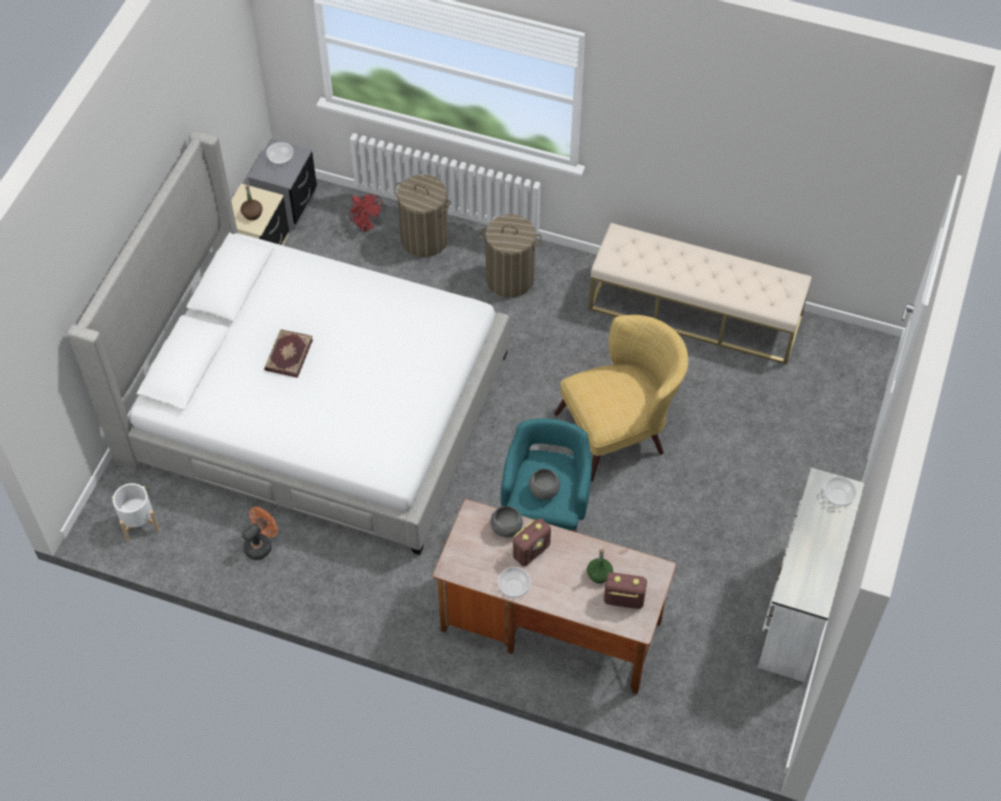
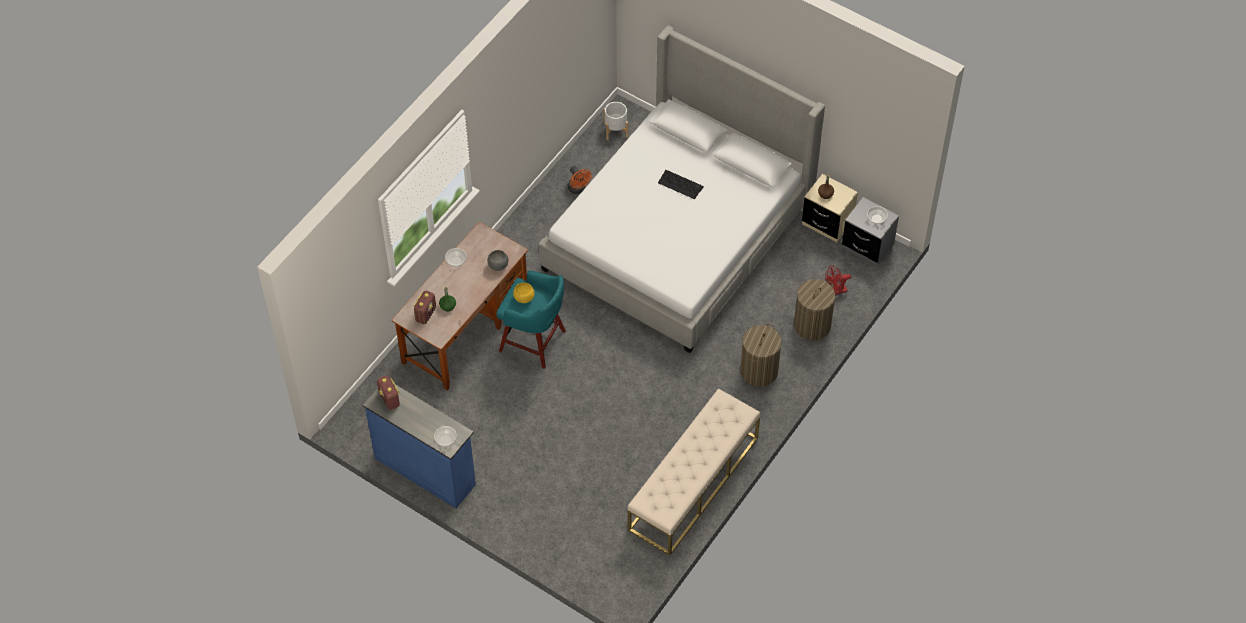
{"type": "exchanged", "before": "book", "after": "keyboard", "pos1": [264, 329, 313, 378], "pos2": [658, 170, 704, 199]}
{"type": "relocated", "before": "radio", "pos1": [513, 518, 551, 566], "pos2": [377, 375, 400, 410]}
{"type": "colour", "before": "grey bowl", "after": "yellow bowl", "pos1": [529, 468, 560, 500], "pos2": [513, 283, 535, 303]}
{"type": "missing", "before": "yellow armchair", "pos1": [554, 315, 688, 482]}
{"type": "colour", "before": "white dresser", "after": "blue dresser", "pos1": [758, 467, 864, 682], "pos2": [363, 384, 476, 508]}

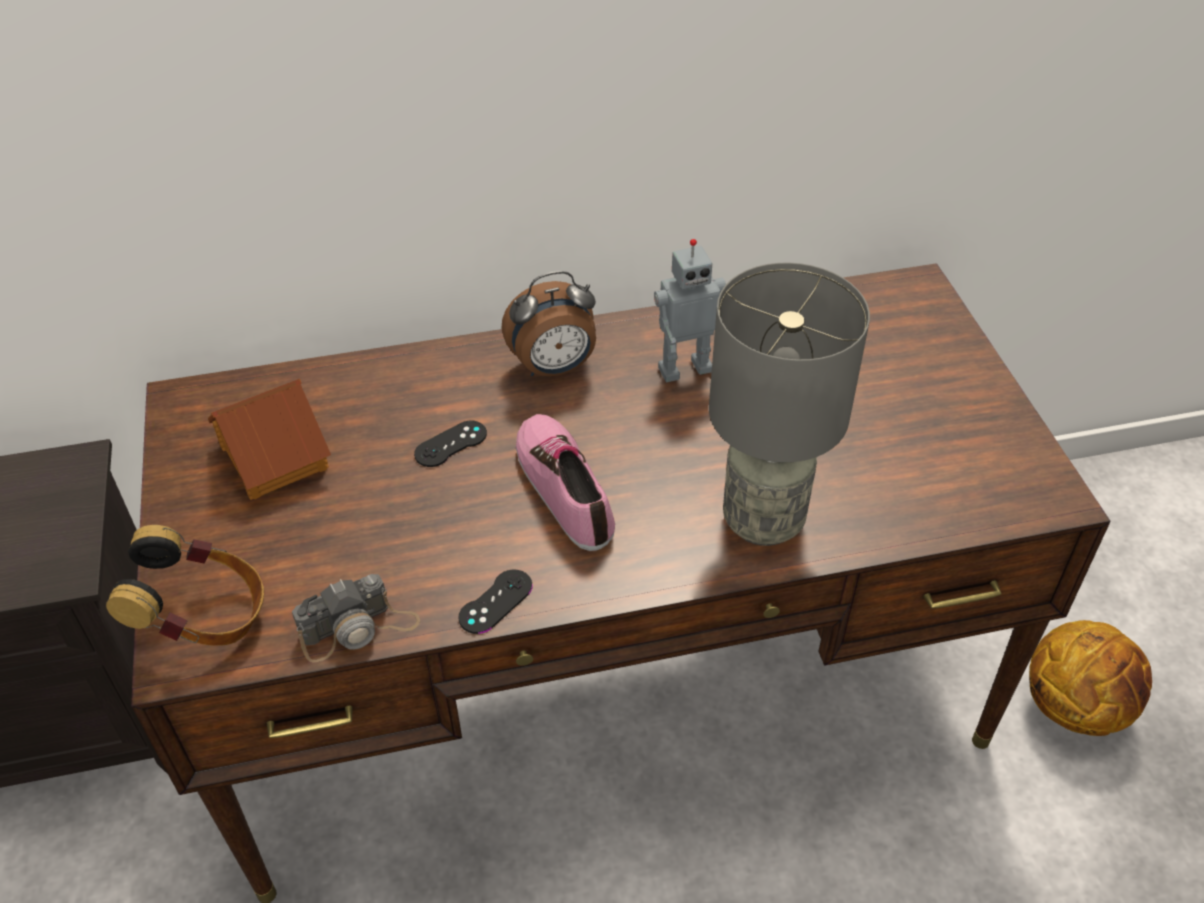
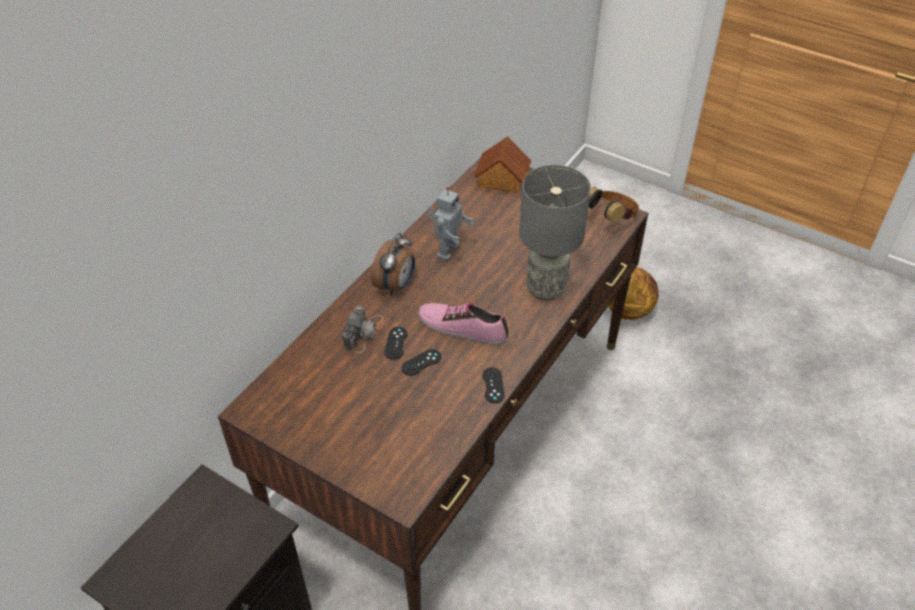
{"type": "relocated", "before": "headphones", "pos1": [106, 525, 264, 646], "pos2": [589, 187, 639, 223]}
{"type": "relocated", "before": "toy house", "pos1": [208, 379, 331, 500], "pos2": [474, 136, 531, 193]}
{"type": "relocated", "before": "photo camera", "pos1": [292, 574, 420, 662], "pos2": [343, 306, 384, 353]}
{"type": "appeared", "after": "black game controller", "pos2": [402, 349, 441, 376]}

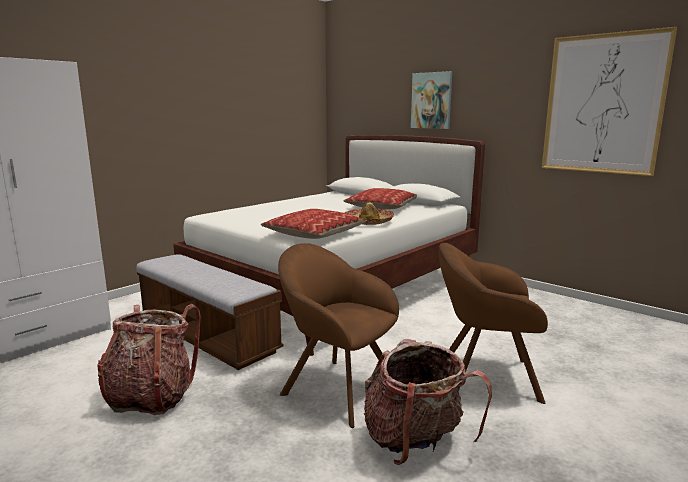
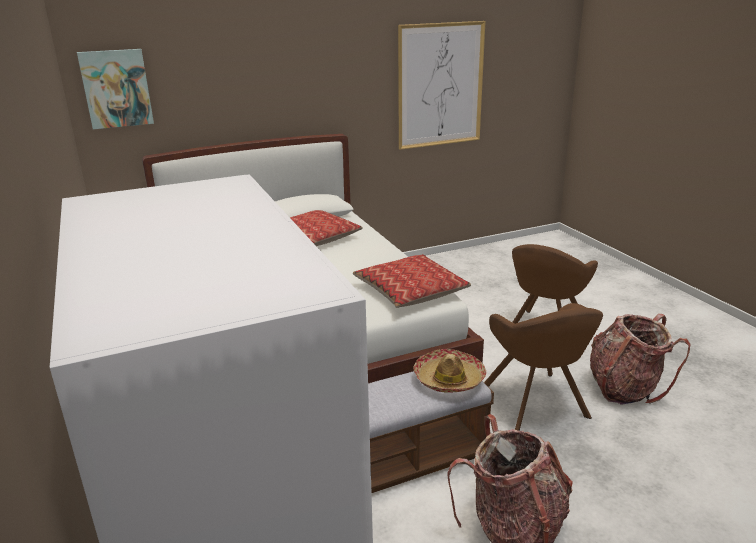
{"type": "spun", "before": "brown armchair", "pos1": [278, 243, 399, 428], "pos2": [484, 303, 603, 431], "turn": -75}
{"type": "relocated", "before": "hat", "pos1": [345, 202, 394, 225], "pos2": [414, 349, 486, 393]}
{"type": "relocated", "before": "picture", "pos1": [411, 71, 452, 129], "pos2": [77, 49, 154, 129]}

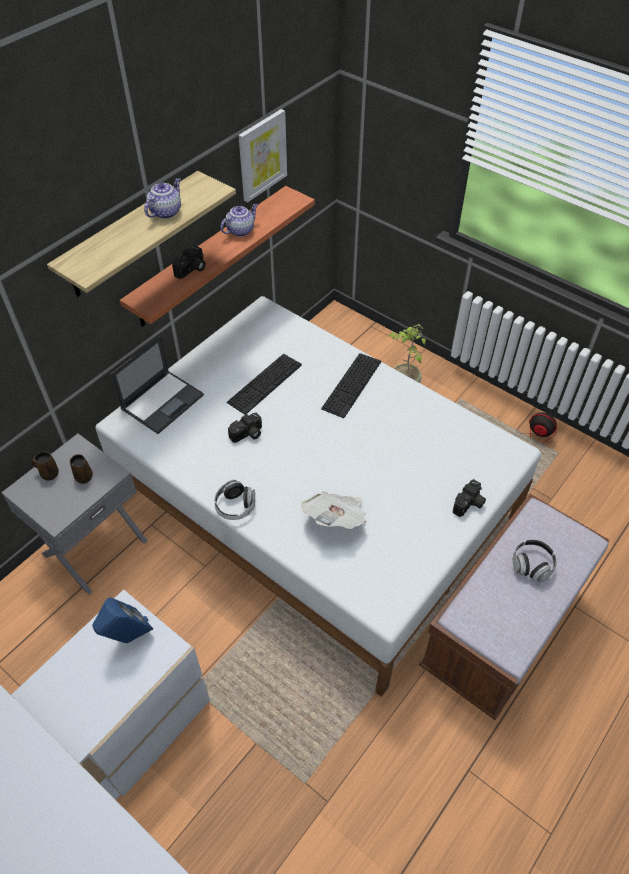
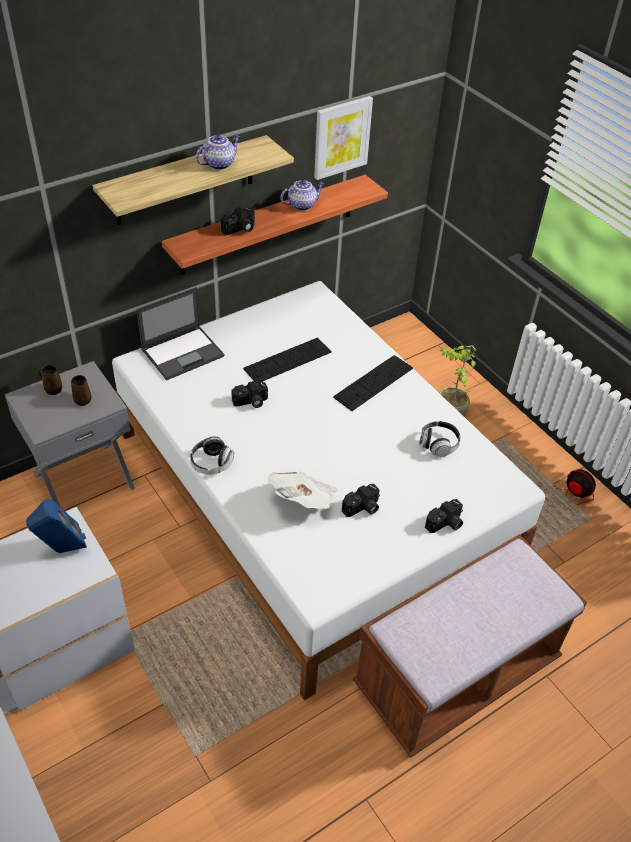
{"type": "relocated", "before": "headphones", "pos1": [513, 539, 557, 583], "pos2": [419, 421, 461, 458]}
{"type": "appeared", "after": "photo camera", "pos2": [342, 484, 380, 517]}

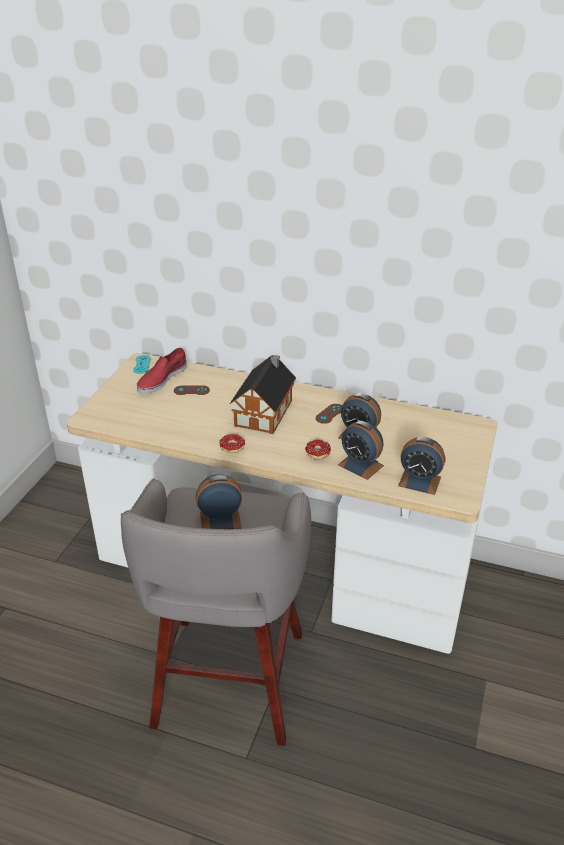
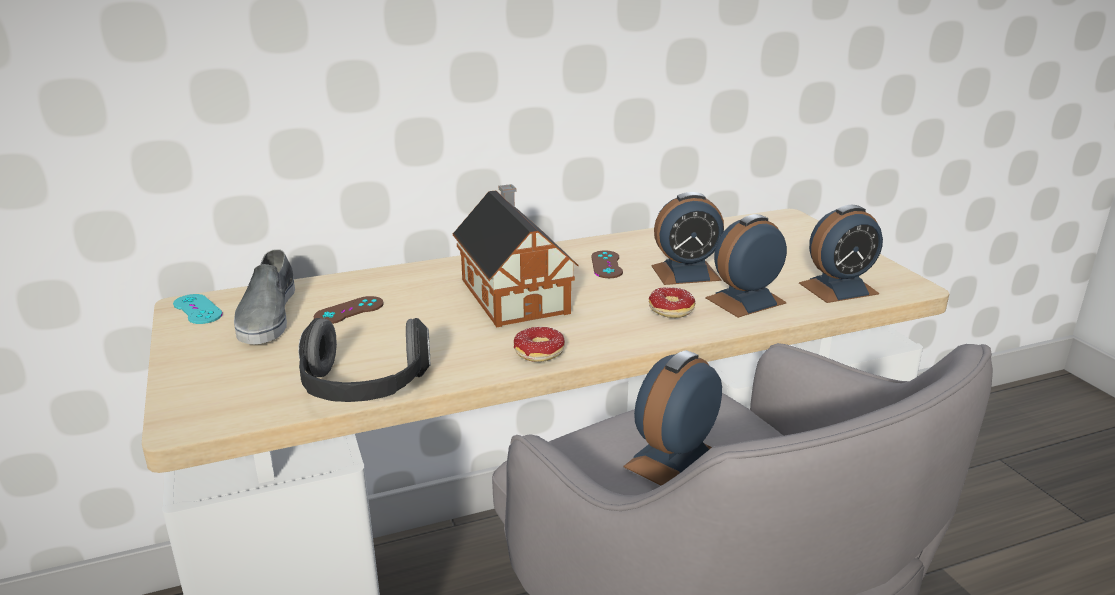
{"type": "colour", "before": "red shoe", "after": "grey shoe", "pos1": [137, 348, 187, 394], "pos2": [234, 249, 295, 344]}
{"type": "spun", "before": "alarm clock", "pos1": [338, 421, 384, 480], "pos2": [705, 214, 787, 318], "turn": 150}
{"type": "appeared", "after": "headphones", "pos2": [298, 318, 430, 402]}

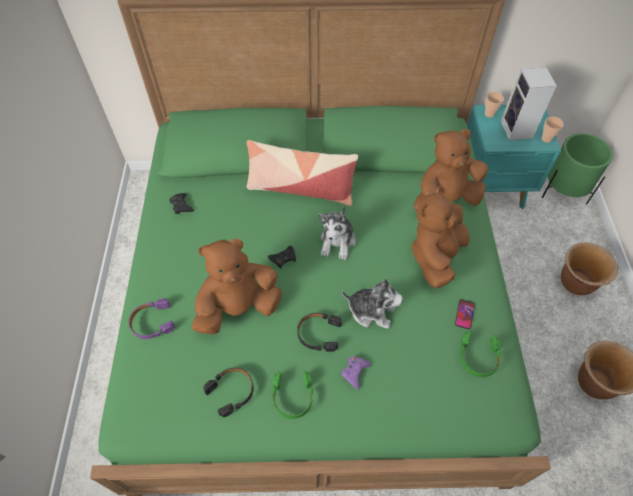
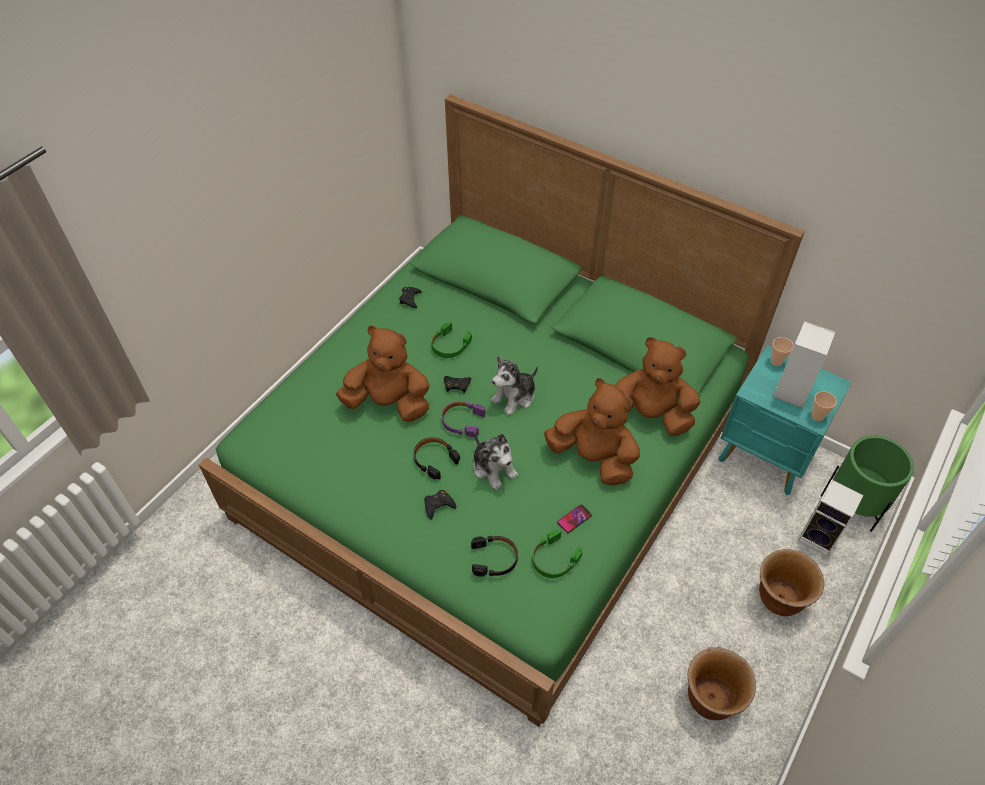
{"type": "relocated", "before": "purple headphones", "pos1": [129, 299, 175, 339], "pos2": [442, 401, 486, 437]}
{"type": "relocated", "before": "black headphones", "pos1": [203, 368, 254, 417], "pos2": [471, 536, 518, 577]}
{"type": "missing", "before": "pillow", "pos1": [247, 140, 358, 206]}
{"type": "relocated", "before": "green headphones", "pos1": [272, 371, 313, 419], "pos2": [431, 322, 472, 358]}
{"type": "colour", "before": "purple game controller", "after": "black game controller", "pos1": [341, 356, 371, 389], "pos2": [424, 490, 456, 520]}
{"type": "spun", "before": "brown plush toy", "pos1": [411, 186, 470, 288], "pos2": [544, 378, 640, 485], "turn": 60}
{"type": "appeared", "after": "speaker", "pos2": [798, 480, 864, 556]}

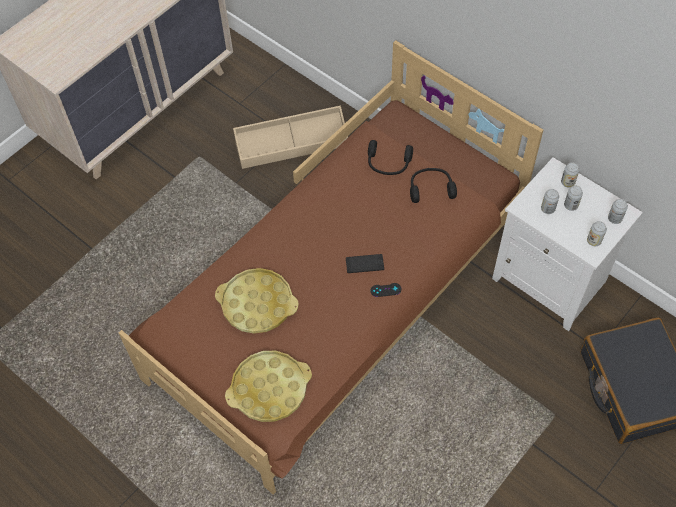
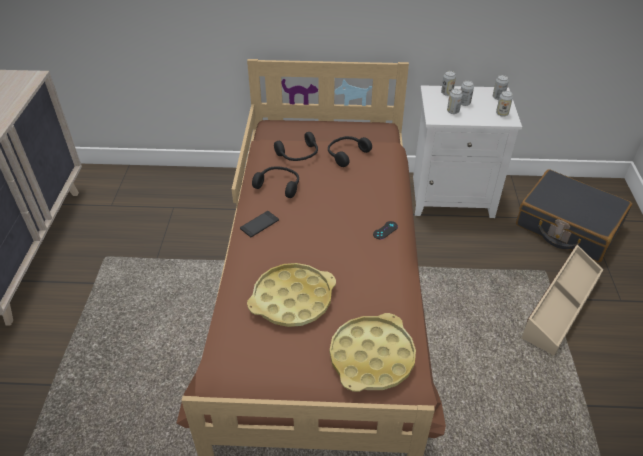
{"type": "relocated", "before": "beige storage box", "pos1": [233, 105, 348, 169], "pos2": [521, 245, 603, 355]}
{"type": "relocated", "before": "phone", "pos1": [346, 254, 384, 273], "pos2": [240, 211, 279, 237]}
{"type": "appeared", "after": "black headphones", "pos2": [252, 166, 299, 198]}

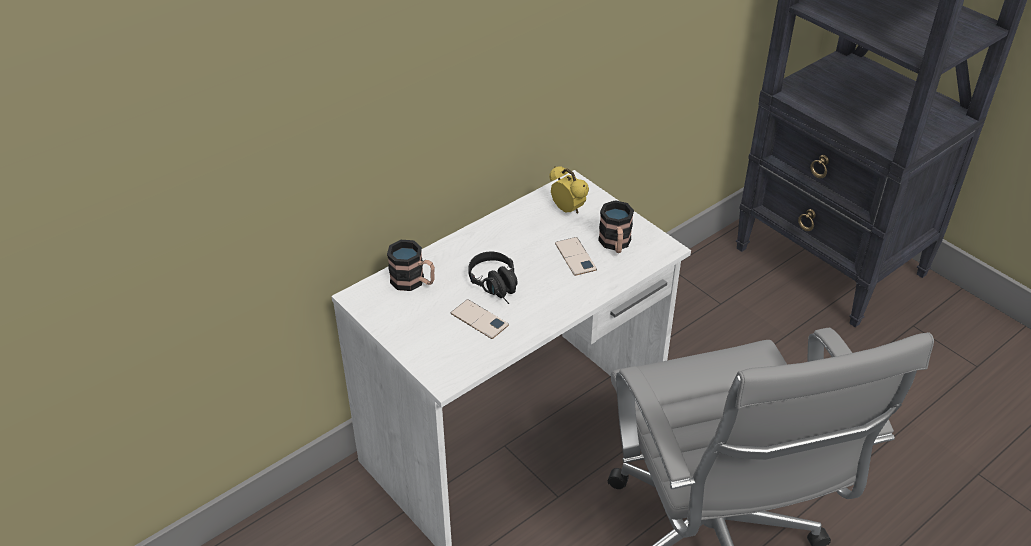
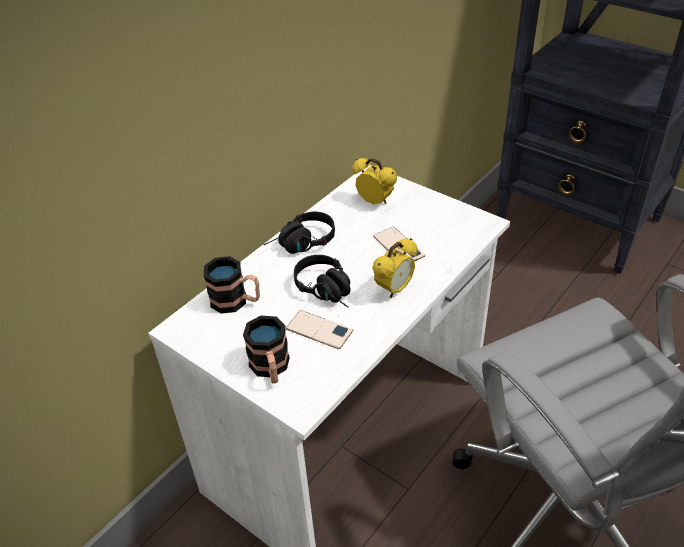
{"type": "relocated", "before": "mug", "pos1": [598, 200, 634, 253], "pos2": [243, 315, 290, 383]}
{"type": "appeared", "after": "black headphones", "pos2": [264, 211, 335, 254]}
{"type": "appeared", "after": "alarm clock", "pos2": [372, 238, 418, 298]}

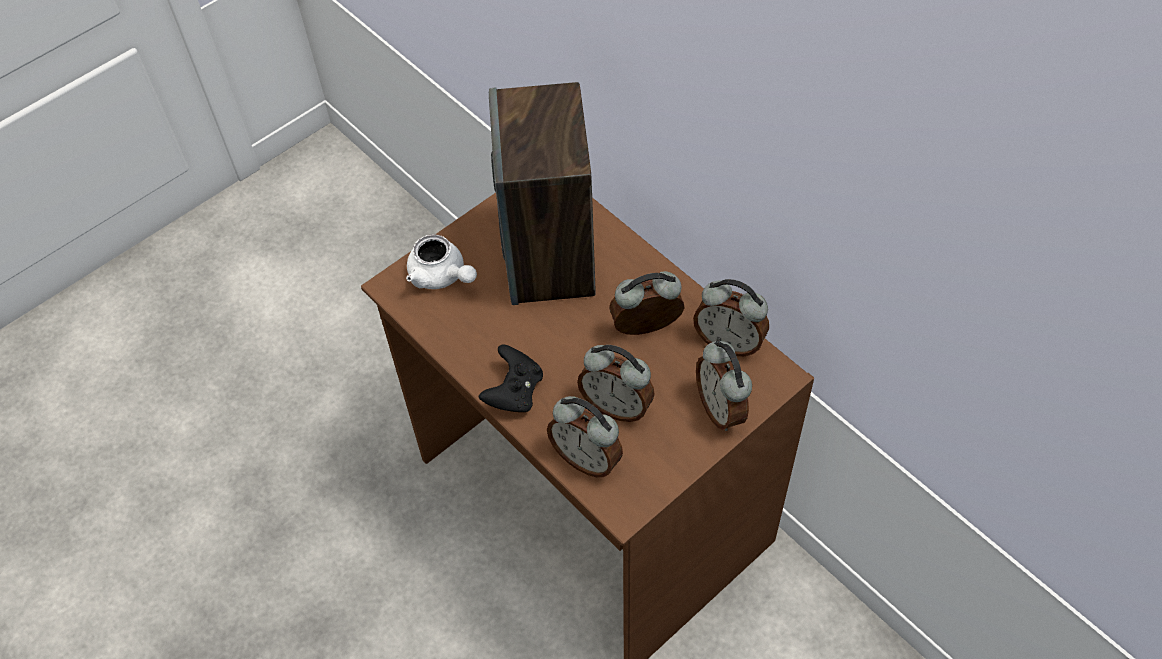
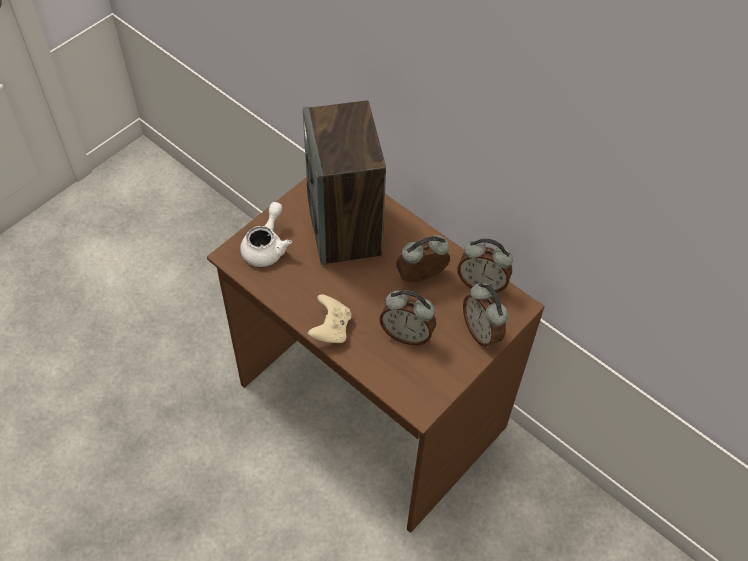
{"type": "spun", "before": "white teapot", "pos1": [406, 234, 477, 289], "pos2": [240, 202, 292, 267], "turn": -105}
{"type": "colour", "before": "black game controller", "after": "beige game controller", "pos1": [479, 344, 543, 412], "pos2": [308, 294, 352, 343]}
{"type": "missing", "before": "alarm clock", "pos1": [547, 396, 623, 477]}

